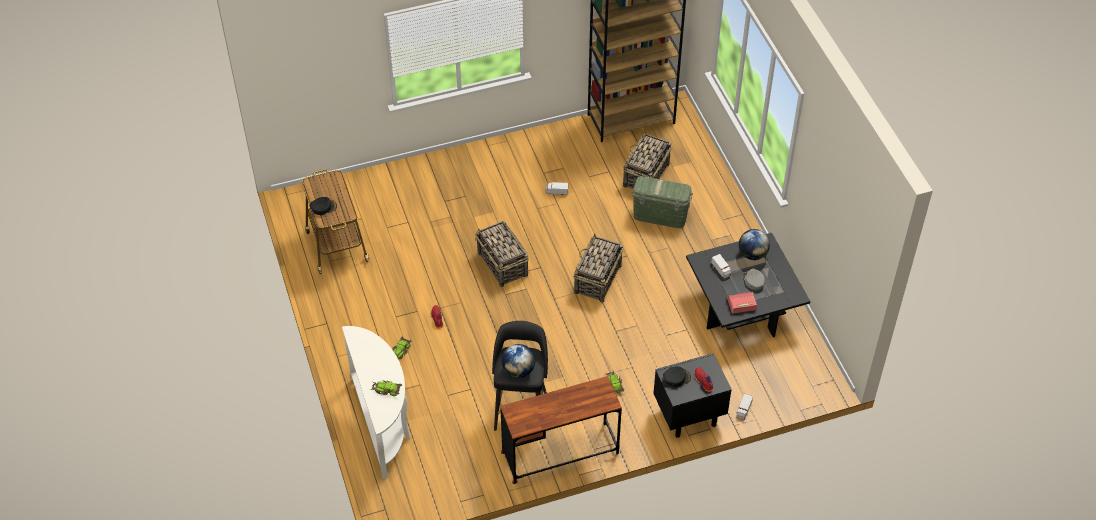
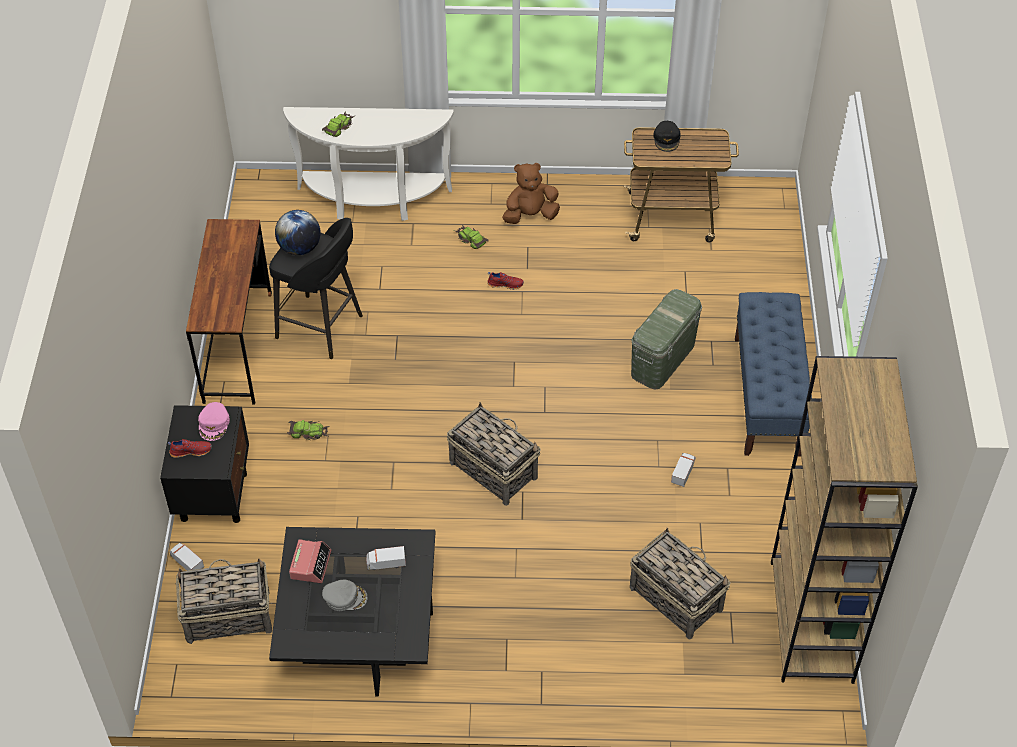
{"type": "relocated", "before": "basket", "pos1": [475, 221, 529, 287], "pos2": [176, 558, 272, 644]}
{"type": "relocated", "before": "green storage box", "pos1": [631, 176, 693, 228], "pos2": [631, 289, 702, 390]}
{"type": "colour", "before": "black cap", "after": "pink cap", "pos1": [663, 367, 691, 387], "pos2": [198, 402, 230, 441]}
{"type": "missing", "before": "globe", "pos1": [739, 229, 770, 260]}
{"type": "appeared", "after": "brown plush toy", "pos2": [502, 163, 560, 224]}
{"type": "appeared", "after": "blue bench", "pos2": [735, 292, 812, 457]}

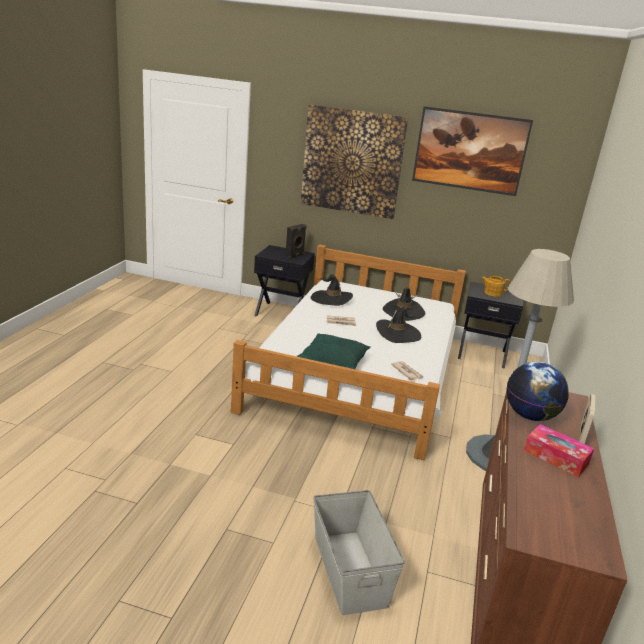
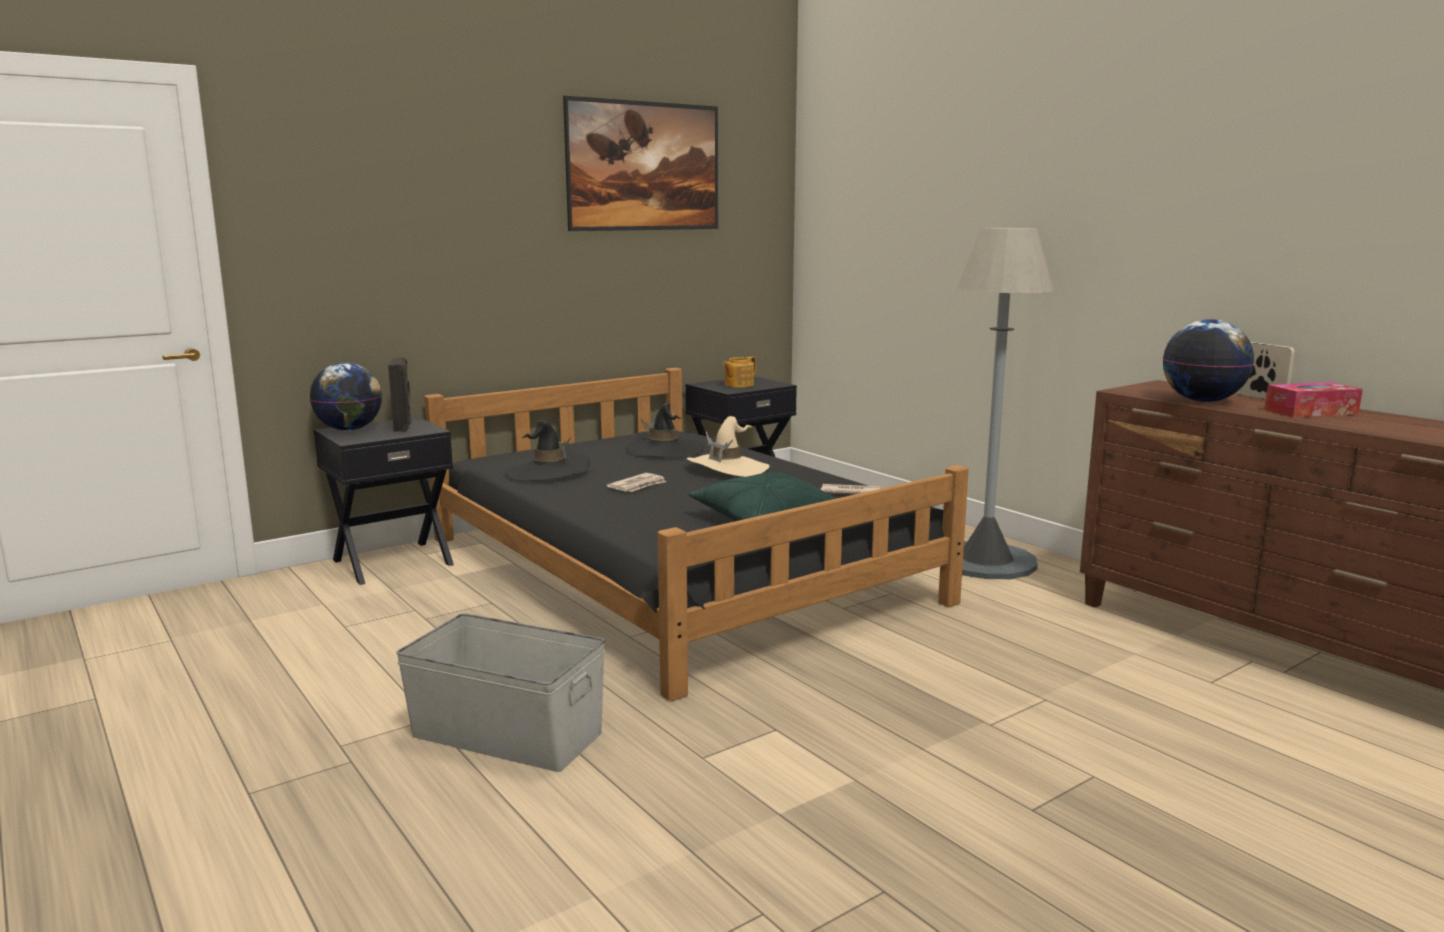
{"type": "colour", "before": "white bed", "after": "black bed", "pos1": [231, 244, 466, 460], "pos2": [424, 368, 969, 702]}
{"type": "missing", "before": "picture", "pos1": [301, 105, 409, 219]}
{"type": "relocated", "before": "grey storage box", "pos1": [313, 490, 405, 615], "pos2": [396, 613, 605, 772]}
{"type": "colour", "before": "black hat", "after": "beige hat", "pos1": [376, 307, 421, 343], "pos2": [687, 416, 770, 477]}
{"type": "appeared", "after": "globe", "pos2": [310, 363, 382, 431]}

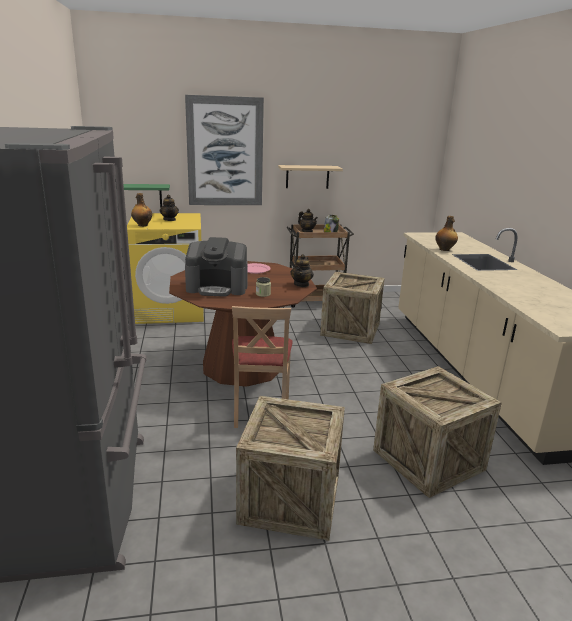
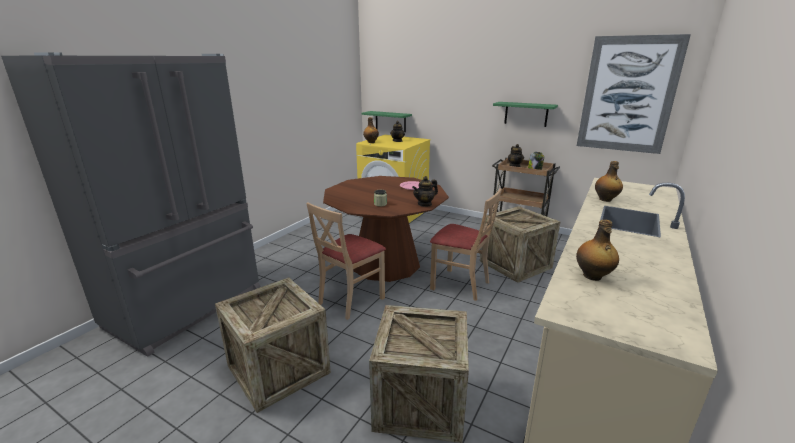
{"type": "relocated", "before": "picture", "pos1": [185, 95, 264, 205], "pos2": [577, 34, 691, 154]}
{"type": "missing", "before": "coffee machine", "pos1": [185, 237, 248, 297]}
{"type": "colour", "before": "beige shelf", "after": "green shelf", "pos1": [278, 165, 343, 189], "pos2": [493, 102, 558, 127]}
{"type": "appeared", "after": "beige chair", "pos2": [430, 188, 502, 301]}
{"type": "appeared", "after": "bottle", "pos2": [576, 220, 619, 281]}

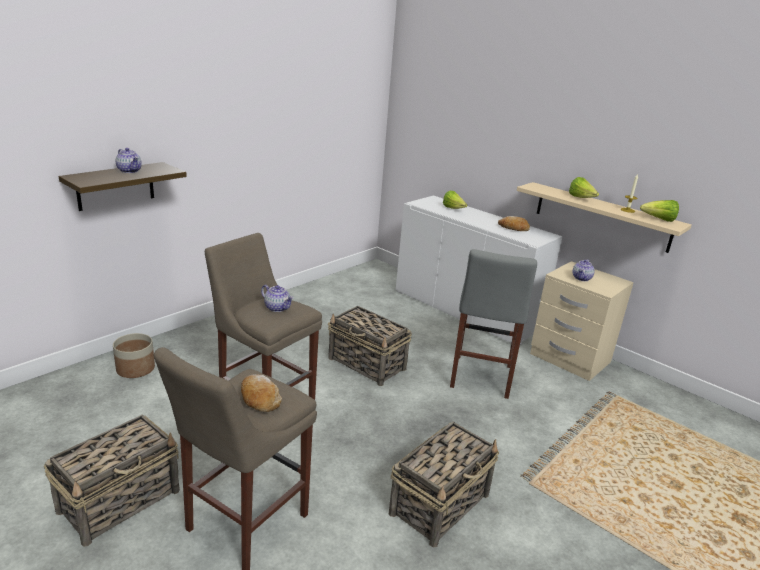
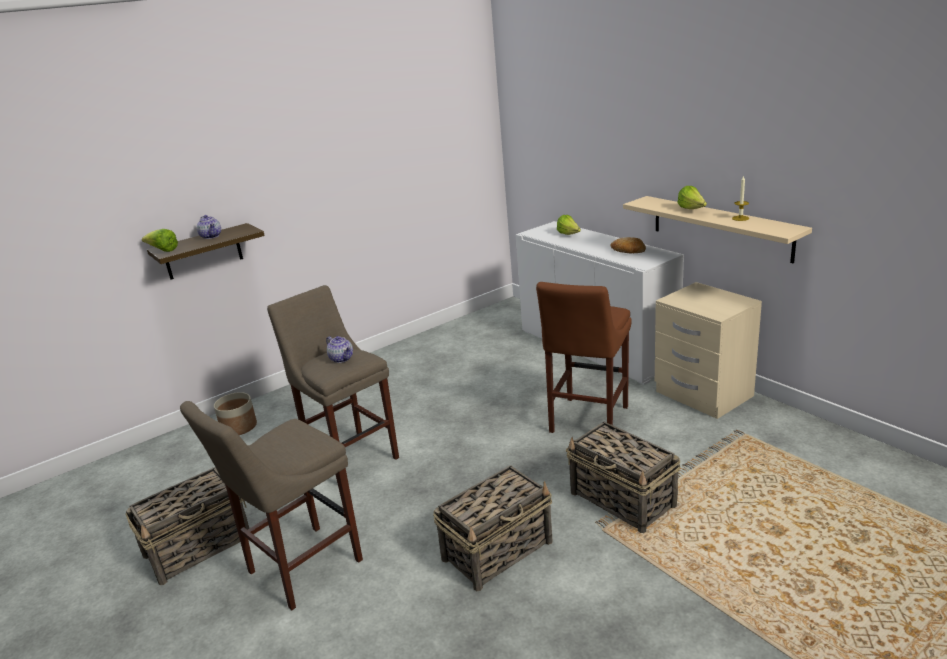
{"type": "missing", "before": "bread", "pos1": [241, 374, 282, 412]}
{"type": "relocated", "before": "basket", "pos1": [328, 306, 412, 386], "pos2": [566, 422, 680, 533]}
{"type": "colour", "before": "grey stool", "after": "brown stool", "pos1": [450, 249, 537, 399], "pos2": [536, 282, 632, 433]}
{"type": "missing", "before": "teapot", "pos1": [573, 259, 595, 281]}
{"type": "relocated", "before": "lettuce", "pos1": [640, 200, 679, 222], "pos2": [142, 229, 178, 252]}

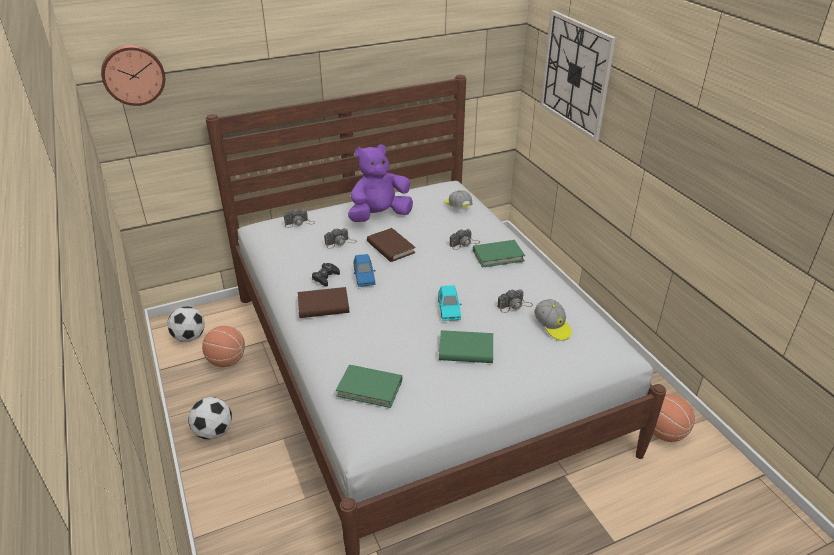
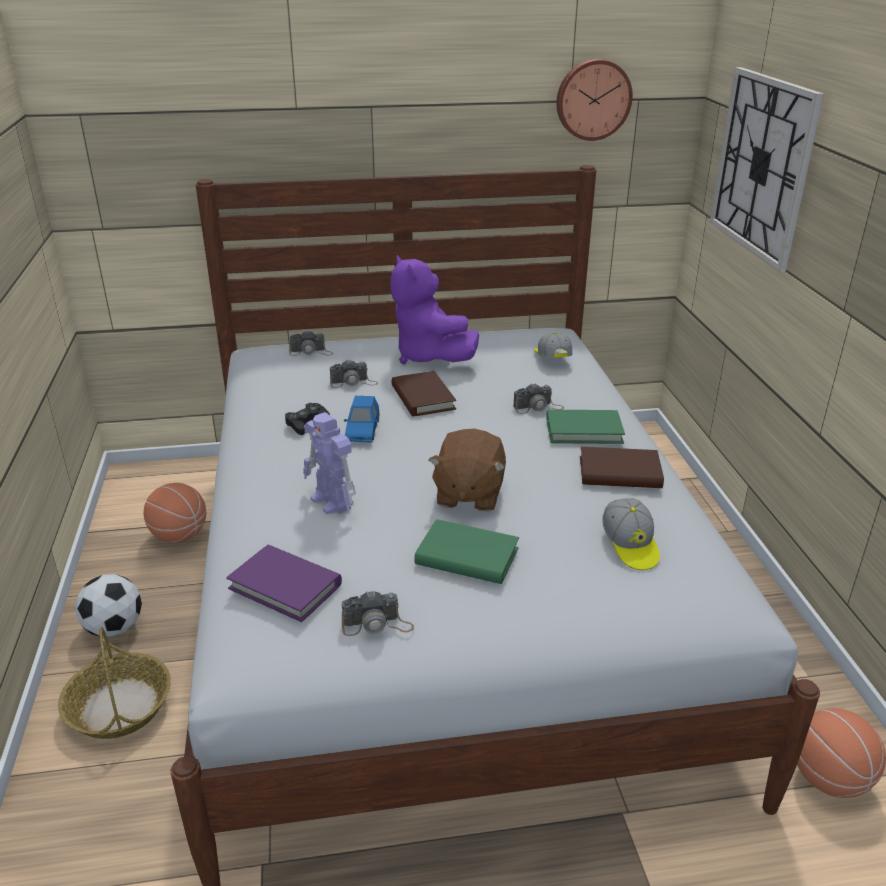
{"type": "relocated", "before": "wall clock", "pos1": [101, 45, 165, 106], "pos2": [556, 59, 633, 141]}
{"type": "missing", "before": "football", "pos1": [168, 306, 205, 342]}
{"type": "relocated", "before": "brown book", "pos1": [298, 287, 349, 318], "pos2": [580, 447, 664, 488]}
{"type": "colour", "before": "green book", "after": "purple book", "pos1": [336, 365, 402, 408], "pos2": [226, 545, 342, 622]}
{"type": "spun", "before": "purple plush toy", "pos1": [348, 144, 413, 222], "pos2": [390, 255, 479, 364], "turn": -105}
{"type": "exchanged", "before": "turquoise toy car", "after": "brown plush toy", "pos1": [438, 285, 462, 321], "pos2": [429, 429, 506, 512]}
{"type": "relocated", "before": "photo camera", "pos1": [497, 289, 533, 313], "pos2": [342, 590, 414, 636]}
{"type": "appeared", "after": "basket", "pos2": [58, 627, 171, 739]}
{"type": "appeared", "after": "toy robot", "pos2": [303, 412, 356, 514]}

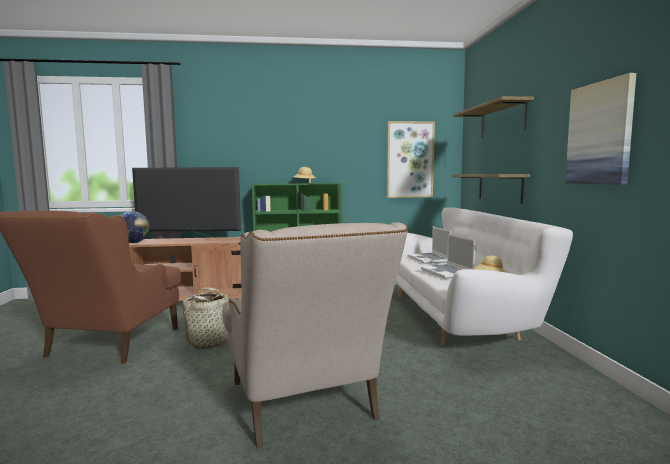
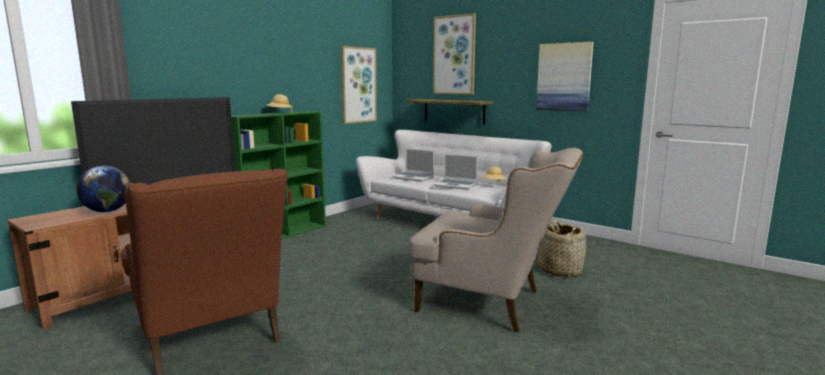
{"type": "relocated", "before": "basket", "pos1": [182, 287, 230, 349], "pos2": [538, 220, 586, 277]}
{"type": "exchanged", "before": "shelf", "after": "picture", "pos1": [453, 96, 534, 138], "pos2": [433, 13, 476, 94]}

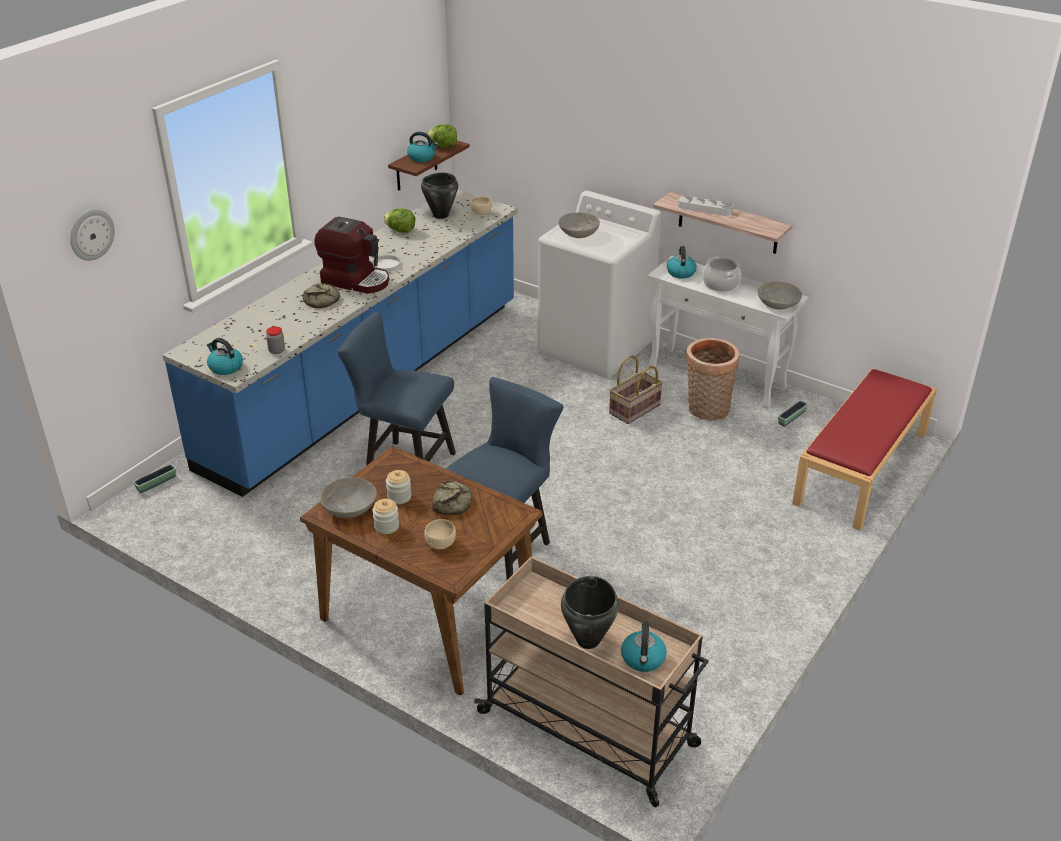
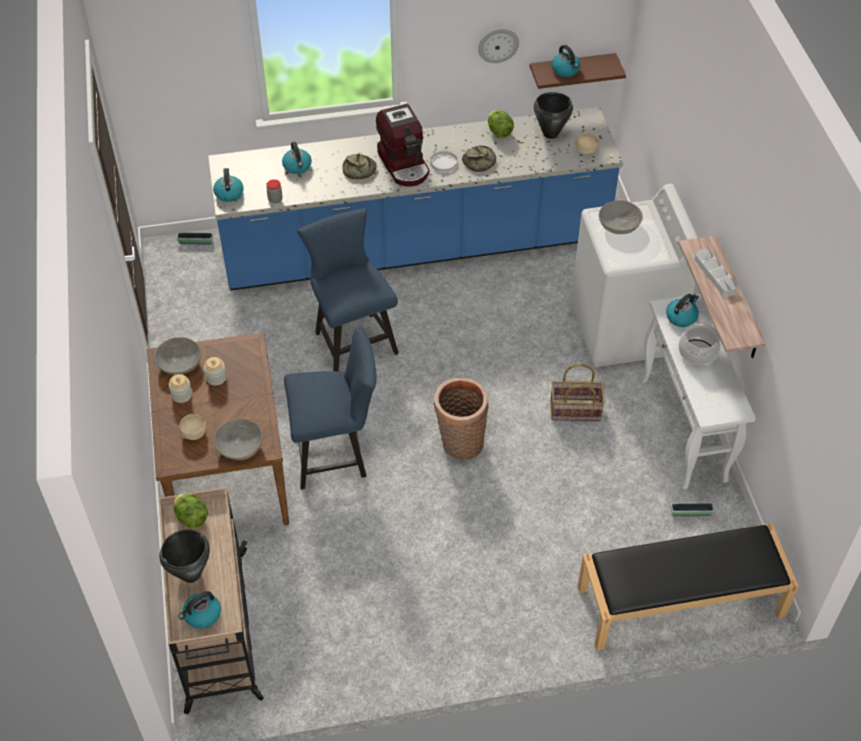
{"type": "relocated", "before": "wall clock", "pos1": [70, 209, 115, 261], "pos2": [478, 29, 519, 63]}
{"type": "relocated", "before": "lettuce", "pos1": [427, 124, 457, 148], "pos2": [174, 494, 208, 529]}
{"type": "relocated", "before": "bread", "pos1": [432, 481, 472, 515], "pos2": [462, 145, 496, 172]}
{"type": "relocated", "before": "basket", "pos1": [686, 338, 739, 421], "pos2": [433, 378, 489, 460]}
{"type": "relocated", "before": "grey bowl", "pos1": [757, 281, 802, 309], "pos2": [214, 418, 263, 460]}
{"type": "colour", "before": "red bench", "after": "black bench", "pos1": [792, 368, 937, 530], "pos2": [577, 523, 799, 651]}
{"type": "appeared", "after": "kettle", "pos2": [282, 142, 312, 174]}

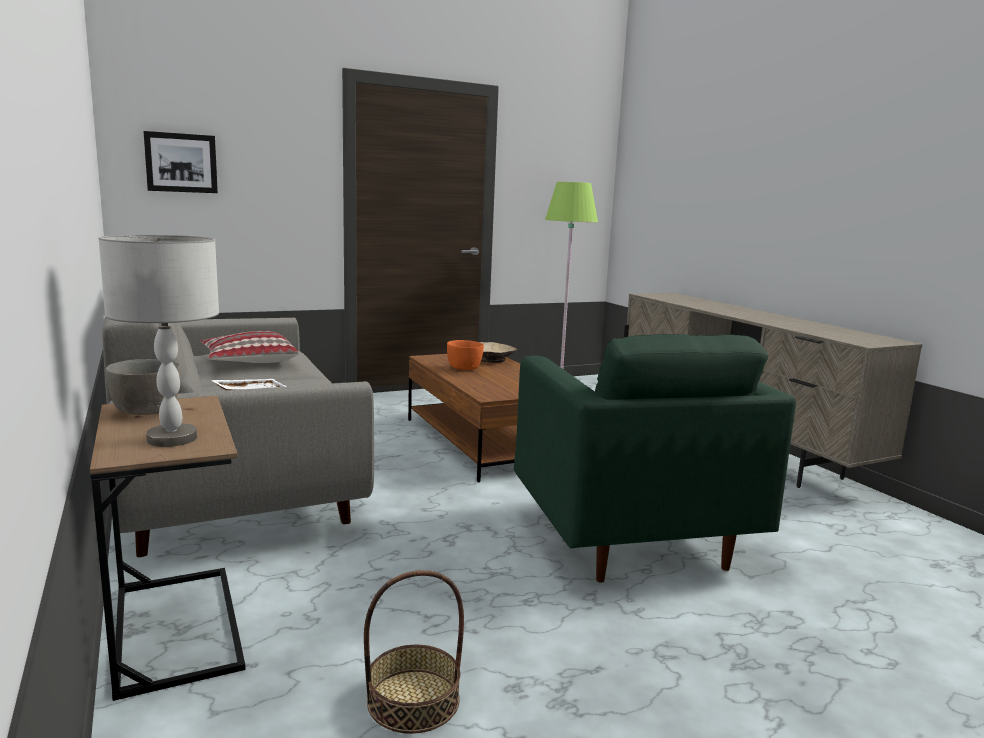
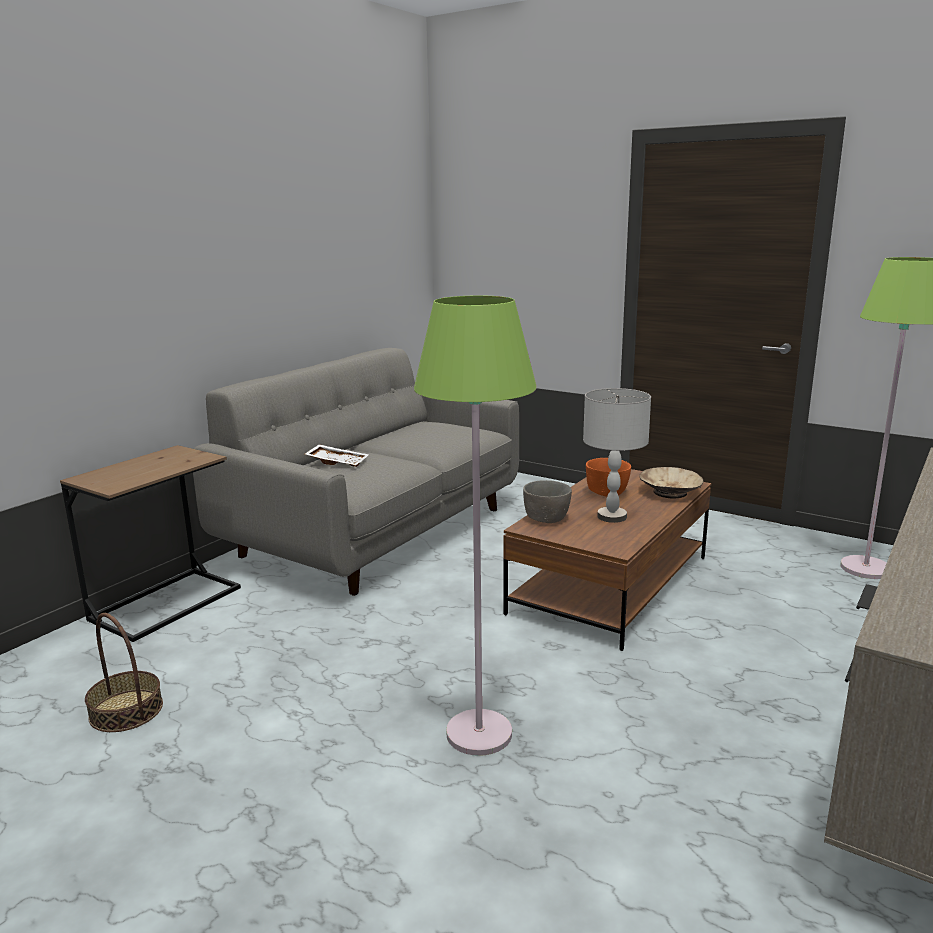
{"type": "relocated", "before": "grey table lamp", "pos1": [98, 235, 219, 447], "pos2": [583, 388, 651, 523]}
{"type": "relocated", "before": "grey bowl", "pos1": [106, 359, 181, 415], "pos2": [523, 480, 572, 523]}
{"type": "missing", "before": "picture", "pos1": [143, 131, 218, 193]}
{"type": "missing", "before": "pillow", "pos1": [200, 331, 299, 363]}
{"type": "exchanged", "before": "green armchair", "after": "green floor lamp", "pos1": [514, 334, 796, 583], "pos2": [414, 295, 537, 756]}

